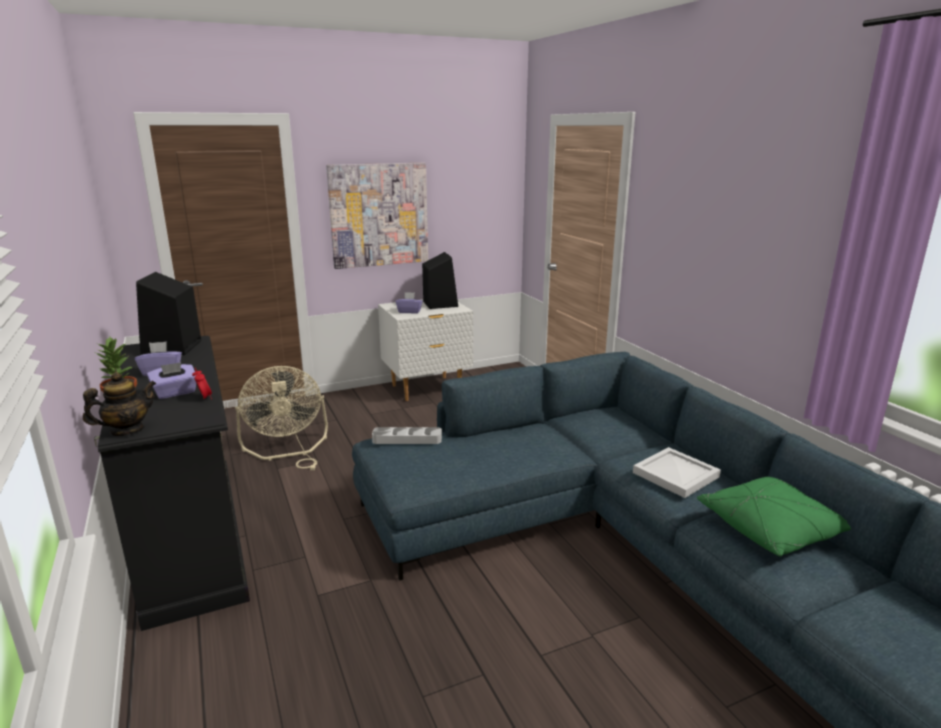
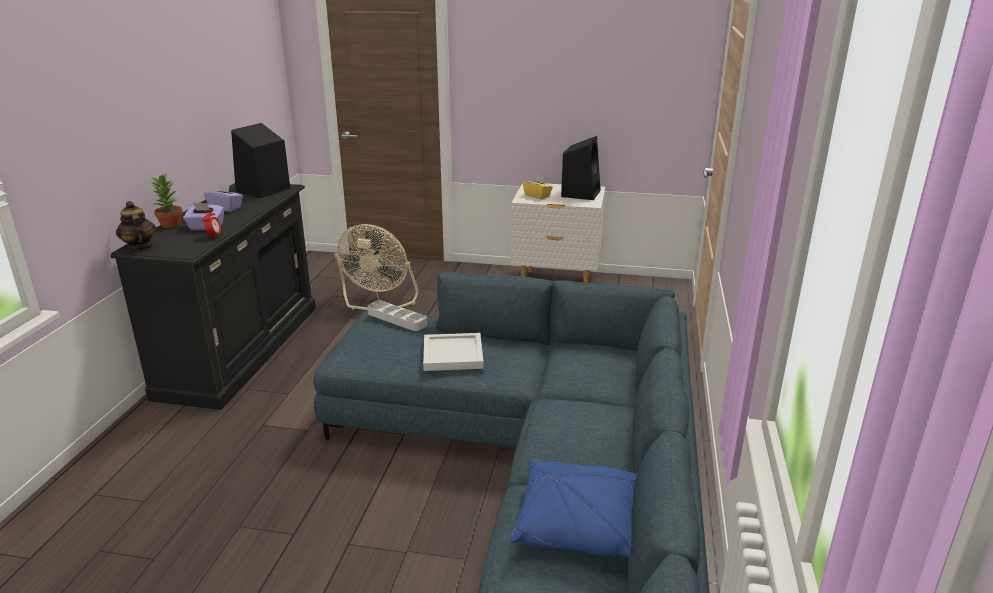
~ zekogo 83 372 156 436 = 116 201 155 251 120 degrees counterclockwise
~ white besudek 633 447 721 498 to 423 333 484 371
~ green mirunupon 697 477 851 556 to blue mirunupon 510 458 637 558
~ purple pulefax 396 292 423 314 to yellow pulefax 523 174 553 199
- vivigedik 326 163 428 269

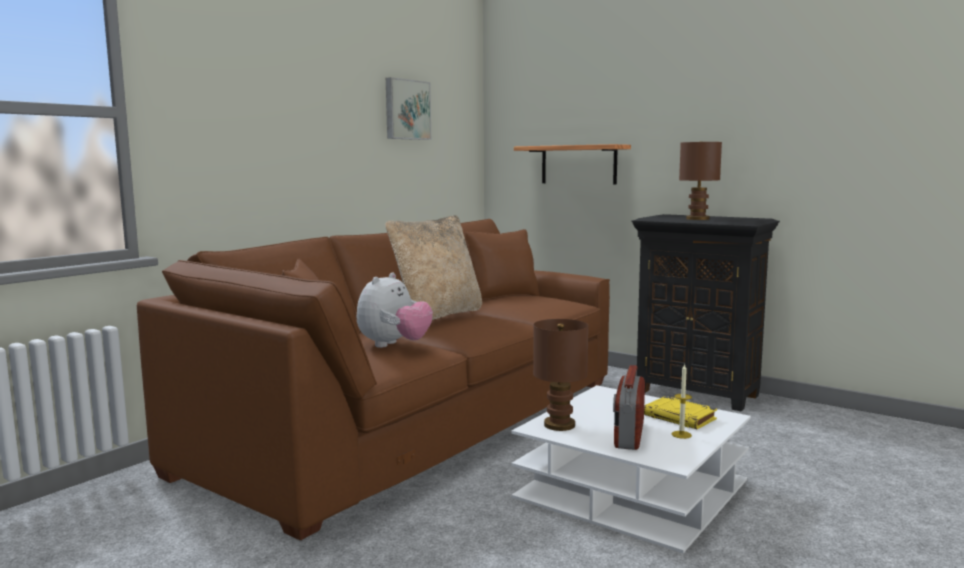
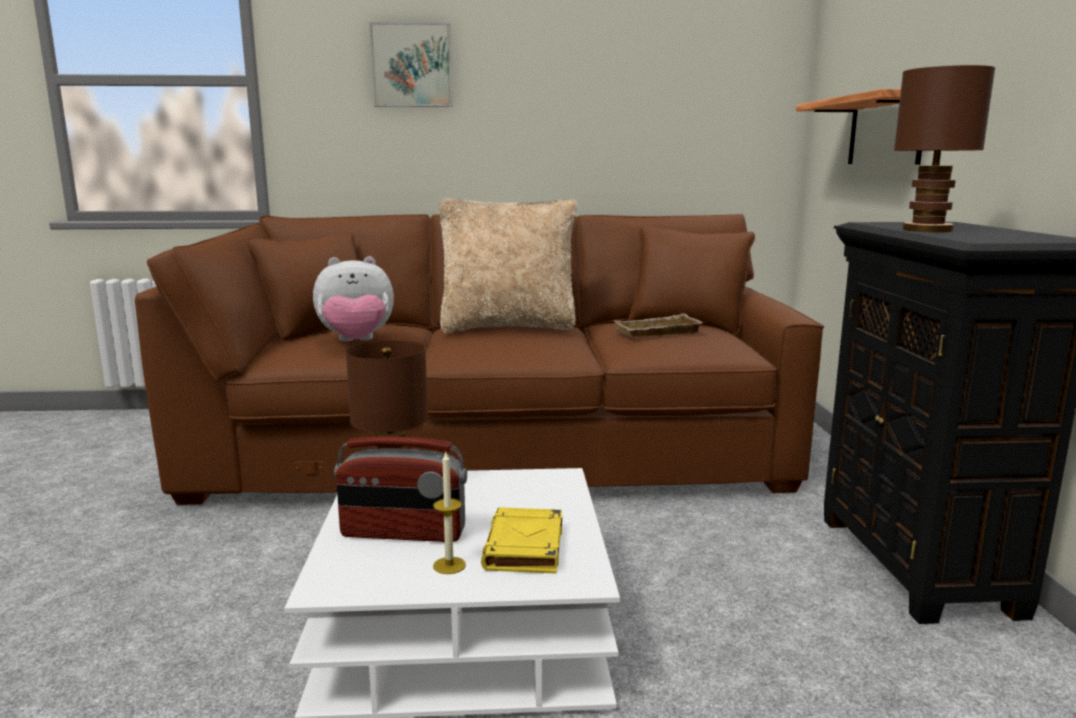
~ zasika 613 365 645 450 = 334 436 467 542 150 degrees counterclockwise
~ vivigedik 386 77 431 140 to 369 22 453 107
+ beige besudek 612 314 704 337

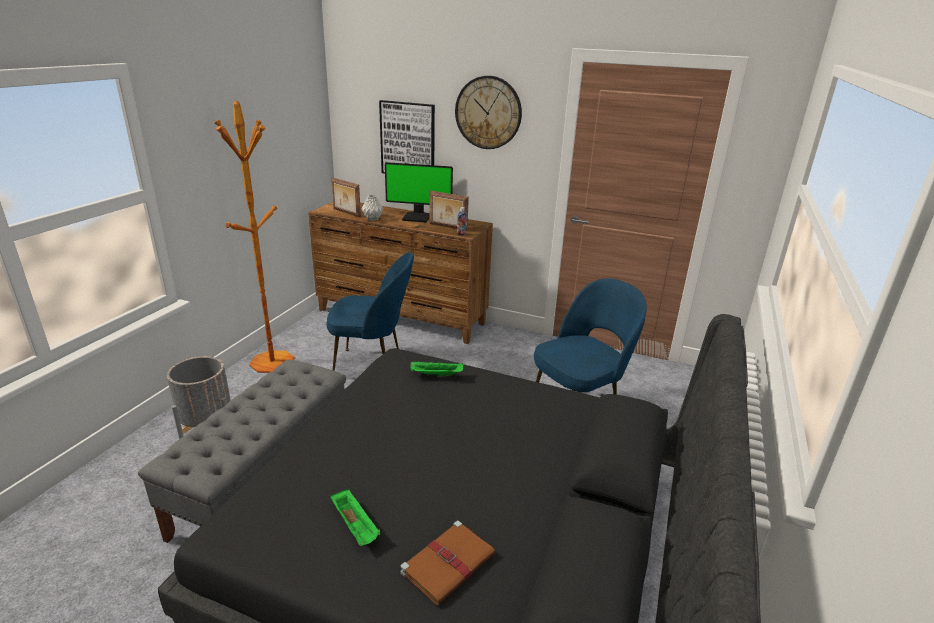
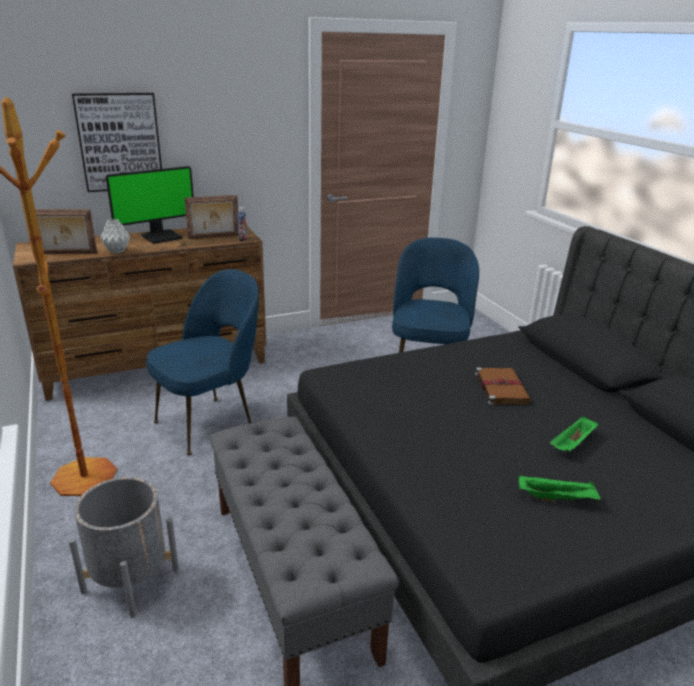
~ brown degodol 401 521 496 606 to 475 367 531 405
~ green besudek 410 361 463 377 to 550 416 598 452
- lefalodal 455 76 522 149

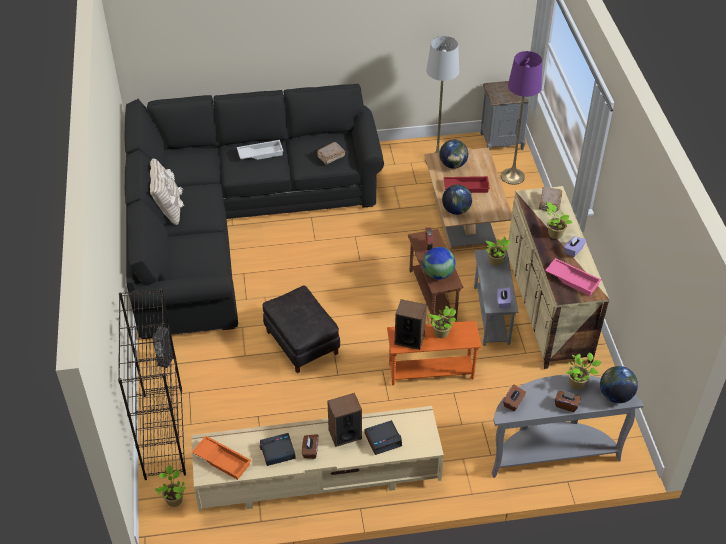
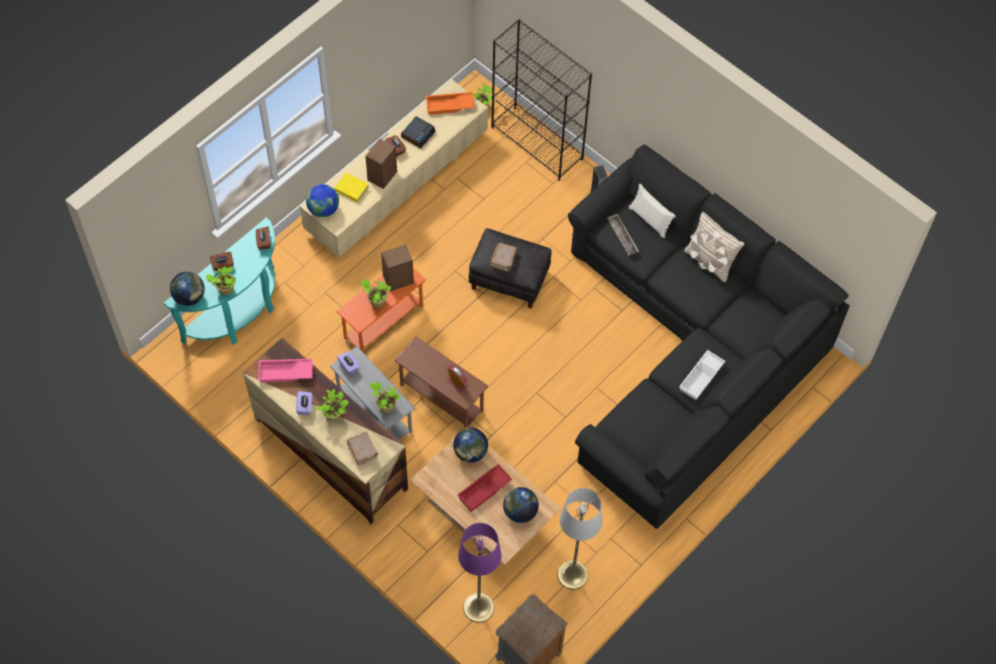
~ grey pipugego 492 374 644 478 to turquoise pipugego 164 217 275 345
~ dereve 423 247 455 280 to 306 184 339 217
~ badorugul 365 420 402 455 to yellow degodol 334 173 369 202
~ brown degodol 317 142 345 165 to 491 243 517 271
+ besudek 607 214 639 255
+ white mirunupon 629 184 676 238

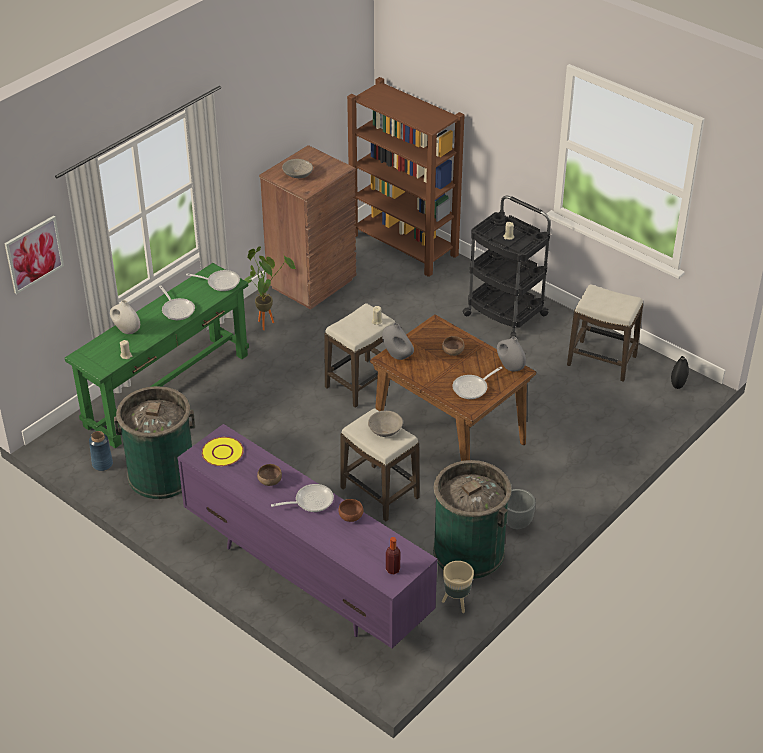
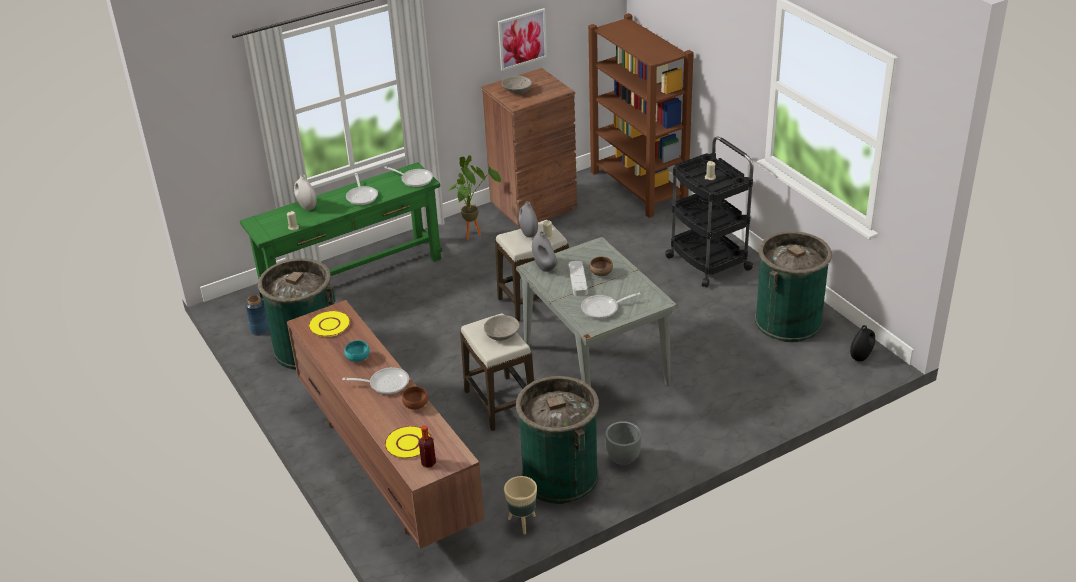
~ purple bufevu 177 424 438 648 to brown bufevu 287 300 484 549
~ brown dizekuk 257 464 282 486 to turquoise dizekuk 344 340 370 362
+ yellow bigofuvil 384 426 432 459
~ vivigedik 4 216 64 294 to 498 8 547 71
~ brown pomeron 370 314 536 461 to grey pomeron 516 237 677 386
~ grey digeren 497 336 526 372 to 518 201 538 238
+ grey besudek 569 261 587 296
~ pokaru 567 284 643 382 to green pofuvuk 755 231 832 342

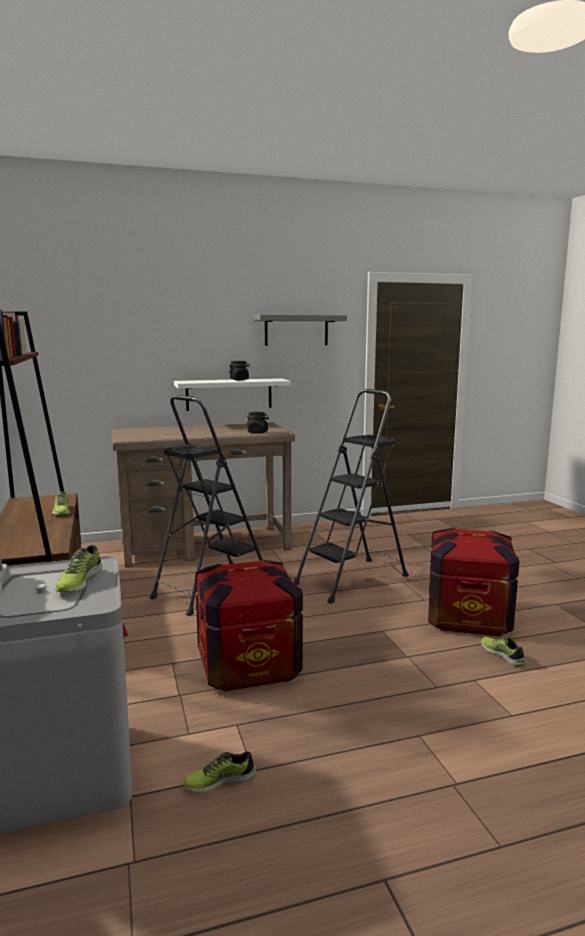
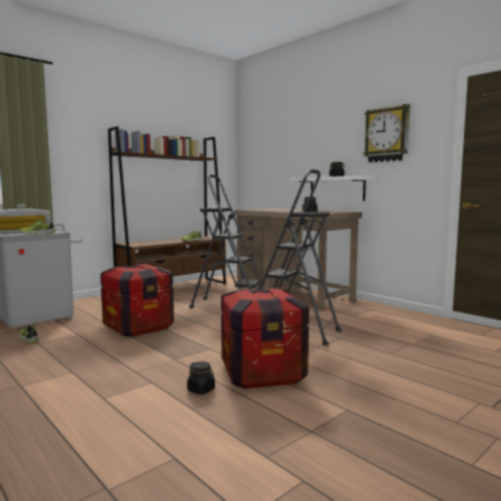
~ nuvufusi 481 637 526 667 to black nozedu 187 361 215 395
~ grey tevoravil 254 315 347 346 to lefalodal 363 104 410 163

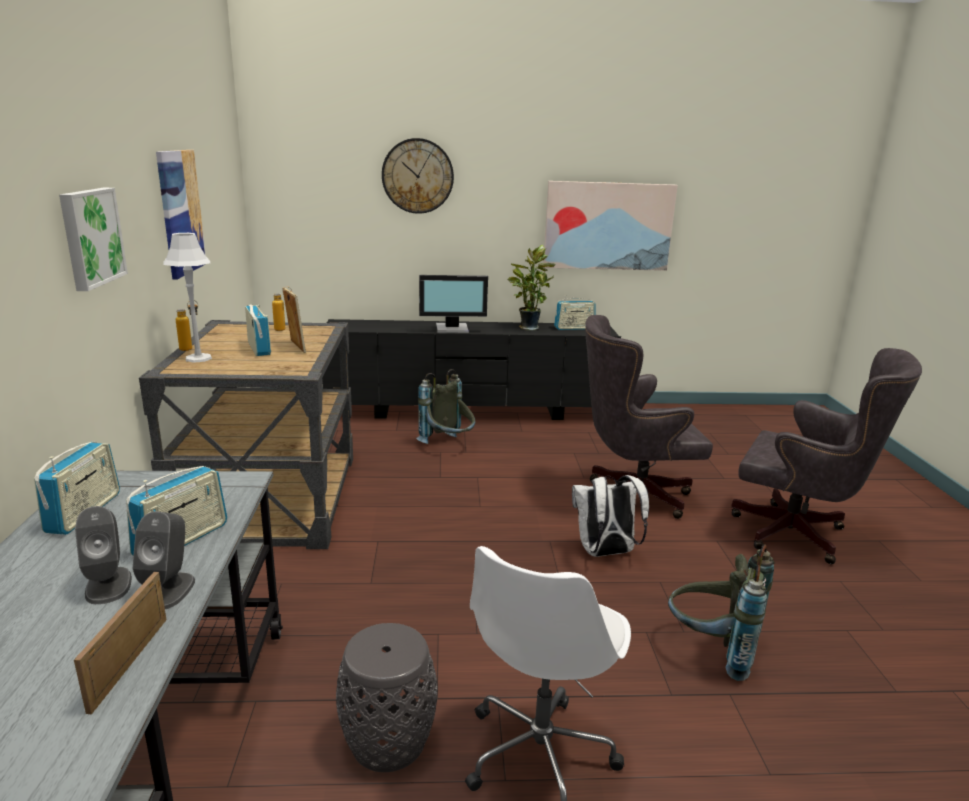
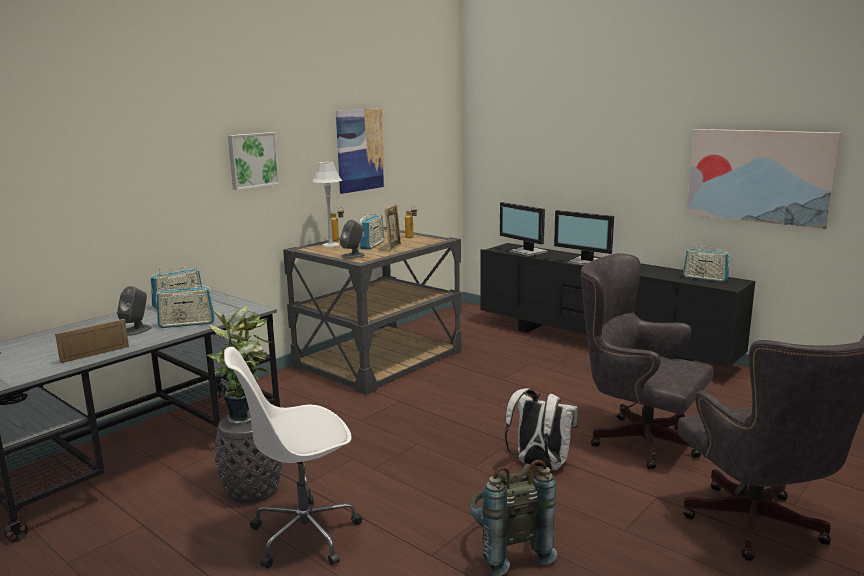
~ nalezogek 508 245 556 331 to 207 306 273 424
~ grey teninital 133 511 195 609 to 340 220 365 259
+ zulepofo 500 202 547 256
- lefalodal 382 138 454 214
- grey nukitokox 416 369 475 444

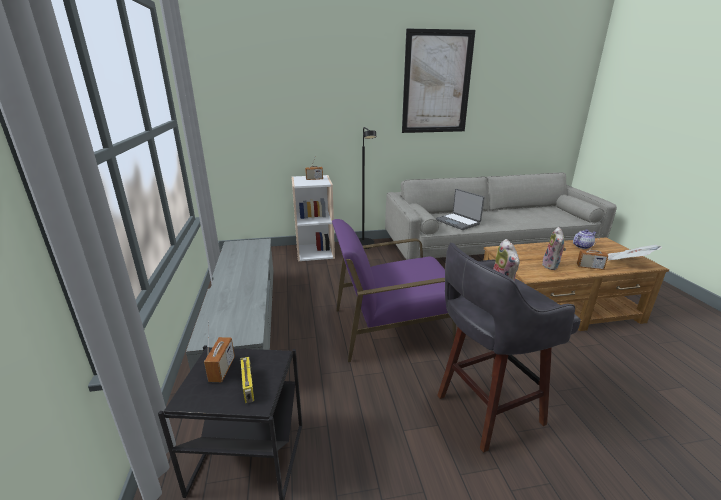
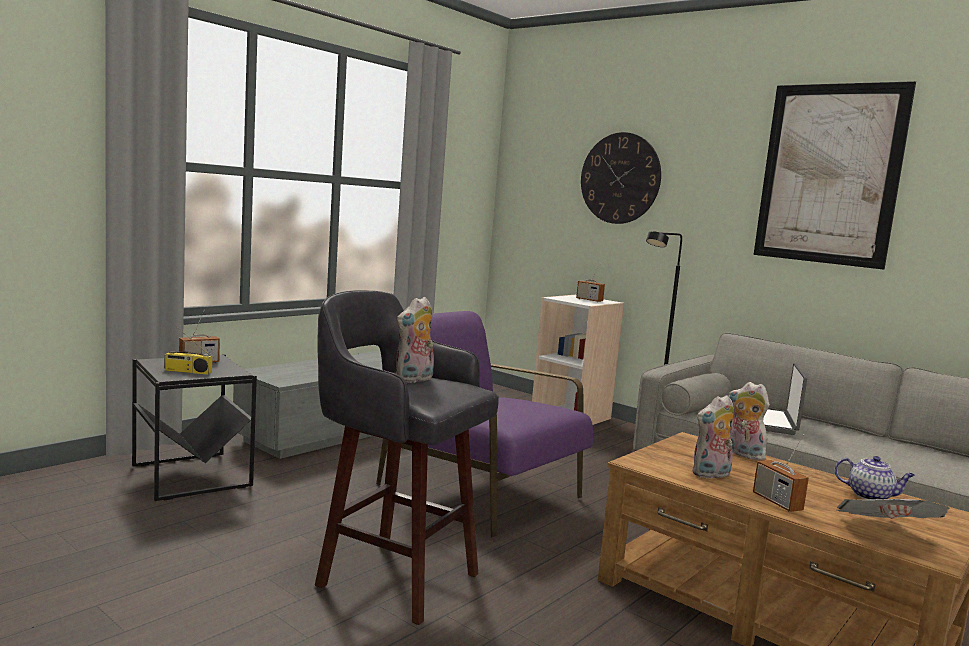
~ zasika 240 357 254 403 = 164 328 212 375 60 degrees clockwise
+ lefalodal 581 132 661 224
+ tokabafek 729 382 770 460

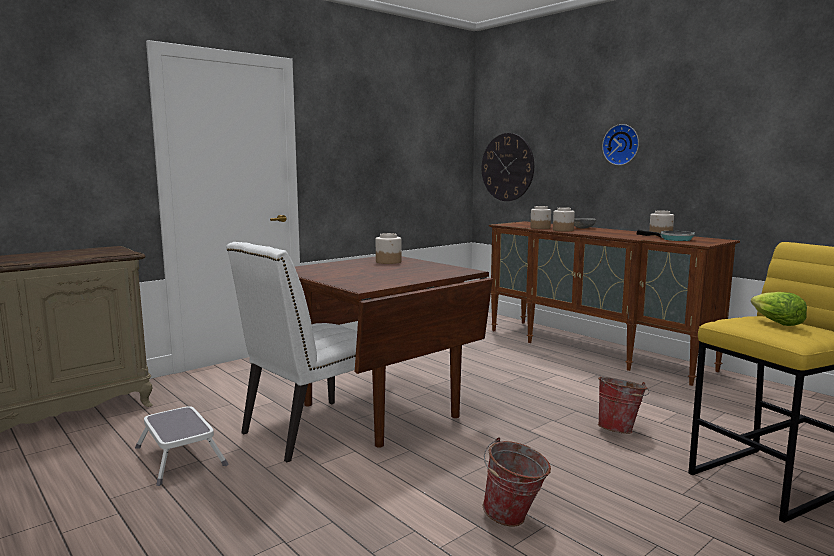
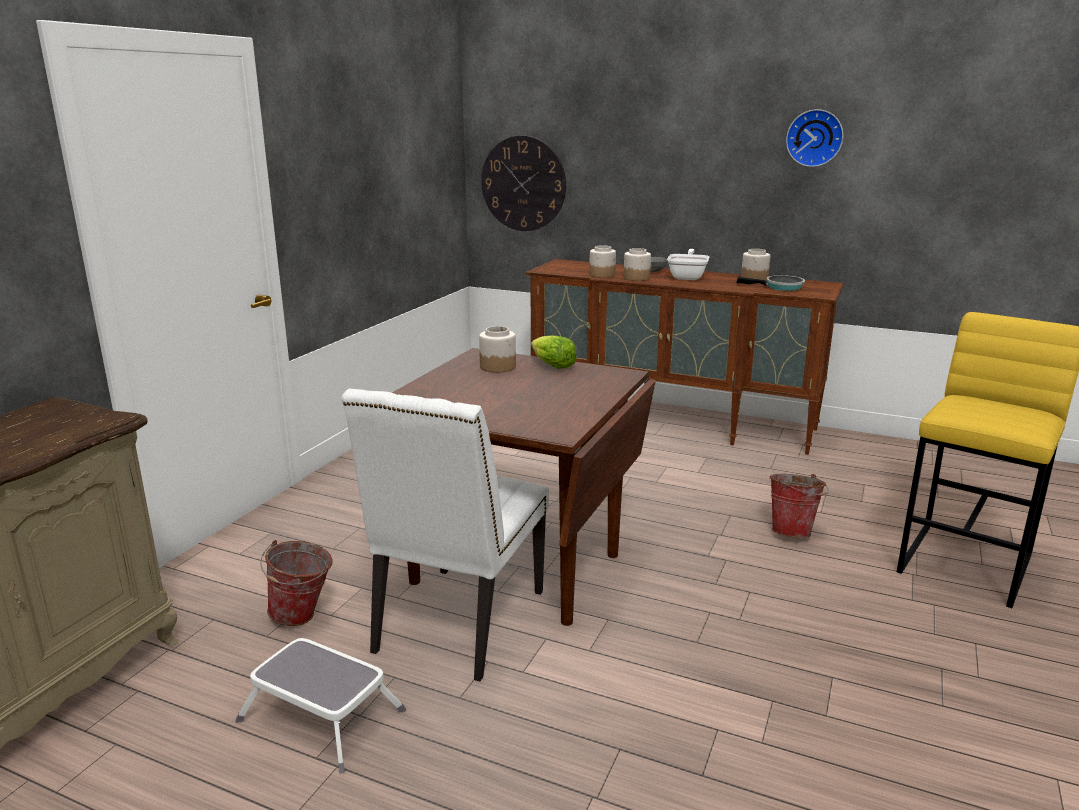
~ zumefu 482 437 551 526 to 260 540 333 626
~ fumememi 751 292 807 326 to 531 335 577 369
+ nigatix 667 249 709 280
~ lefalodal 602 124 639 165 to 786 109 843 167

